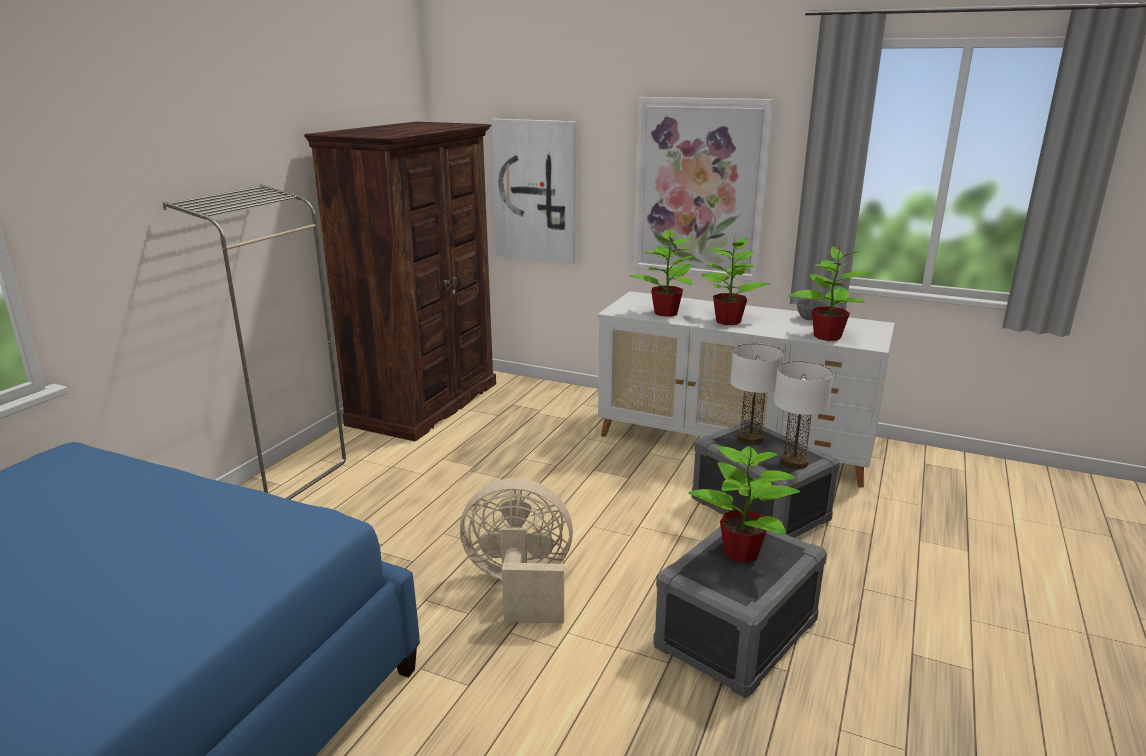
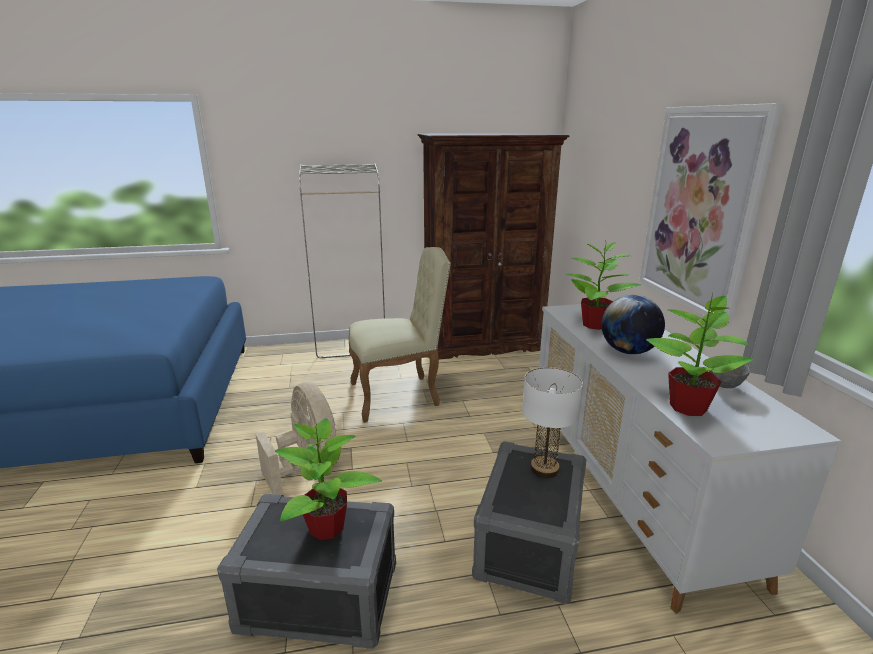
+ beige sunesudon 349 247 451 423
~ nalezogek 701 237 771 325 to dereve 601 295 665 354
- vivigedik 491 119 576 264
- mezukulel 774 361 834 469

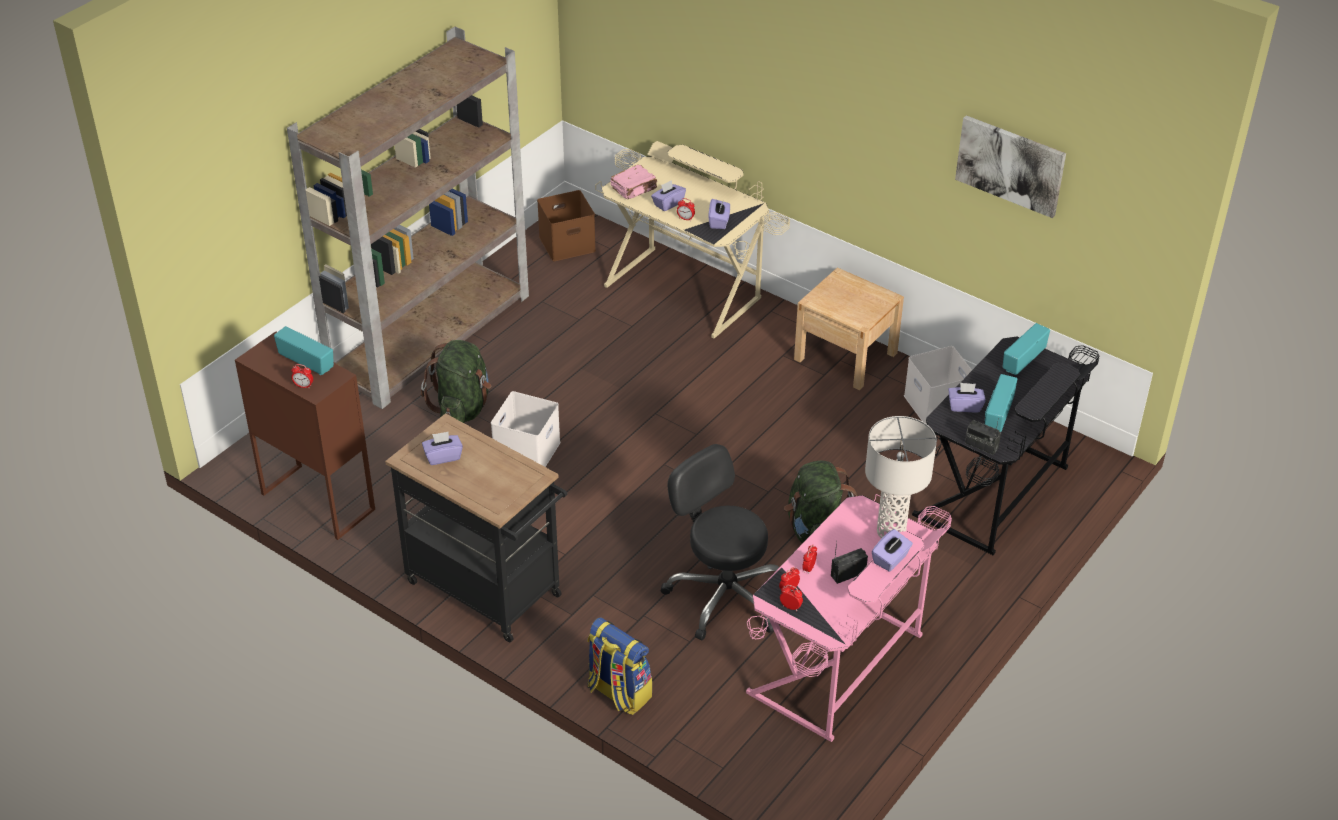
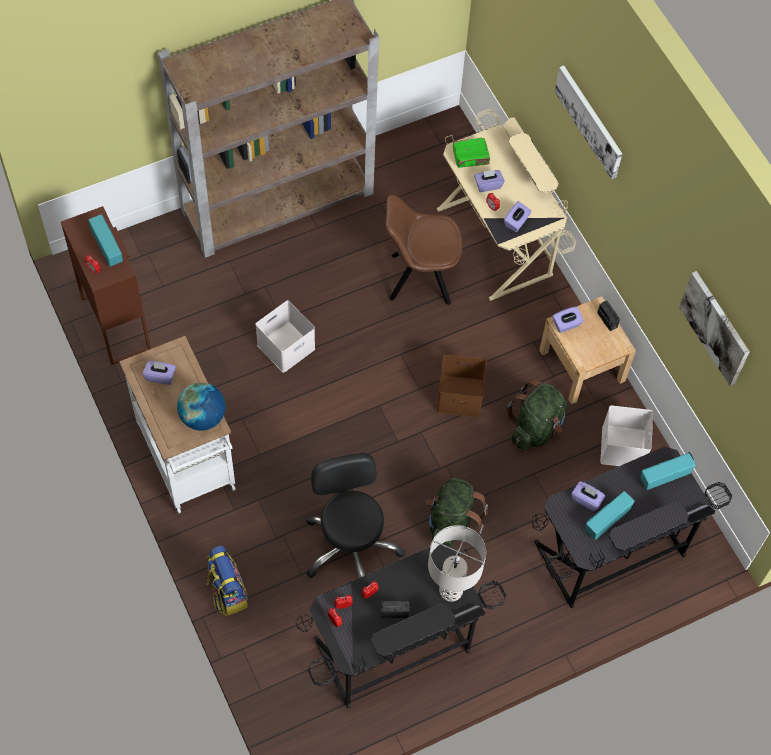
~ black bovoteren 385 413 567 642 to white bovoteren 119 336 236 513
+ dereve 177 382 226 431
~ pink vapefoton 746 494 952 742 to black vapefoton 296 544 506 708
+ brown sunesudon 386 194 462 305
~ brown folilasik 537 190 596 261 to 437 355 487 417
~ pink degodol 611 165 657 199 to green degodol 452 138 490 167
~ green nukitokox 421 340 491 423 to 506 379 568 451
~ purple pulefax 872 529 913 572 to 553 306 584 333
+ vivigedik 555 65 622 179
~ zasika 965 418 1001 455 to 597 301 620 331

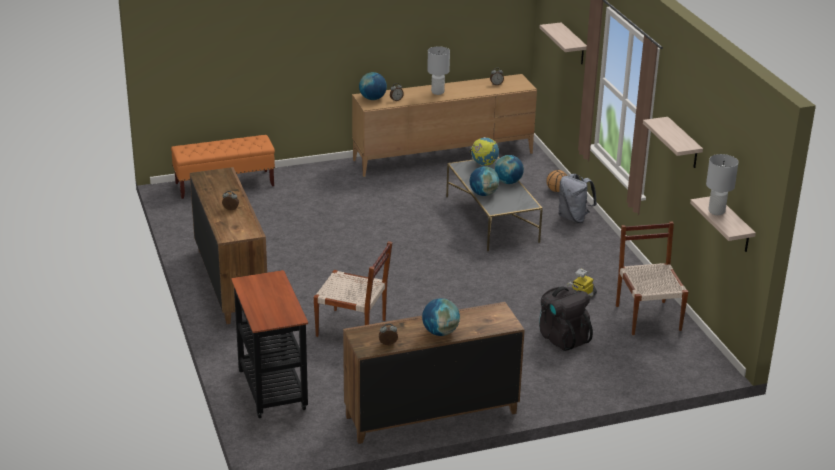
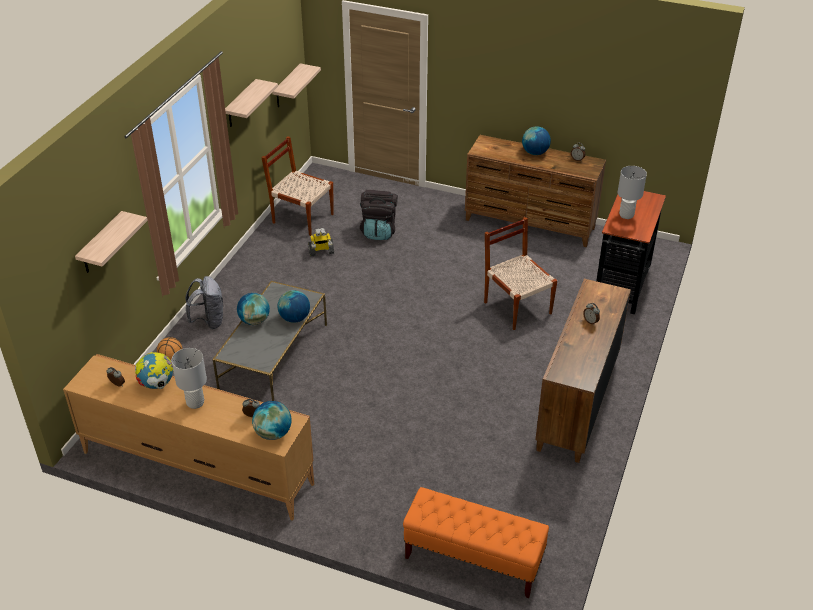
~ dereve 470 137 499 166 to 135 352 173 389
~ sunesudon 616 222 688 335 = 261 136 334 236 90 degrees clockwise
~ grey mezukulel 706 154 739 215 to 618 166 647 219

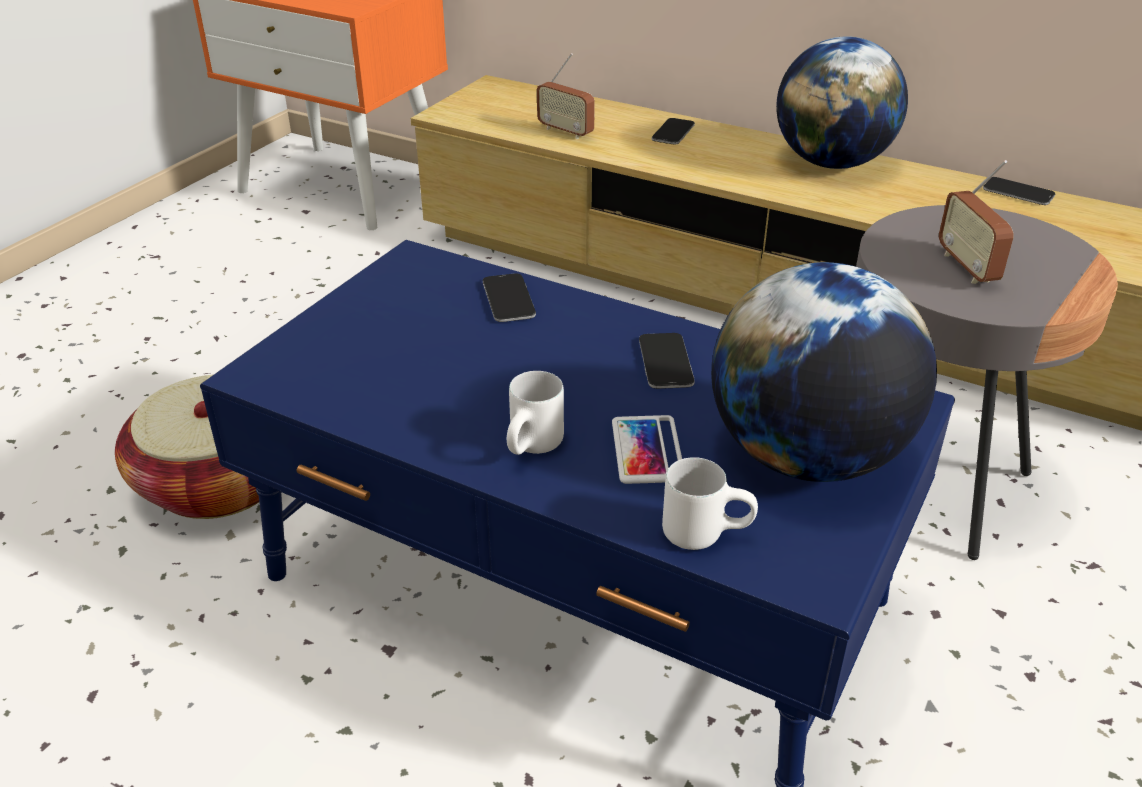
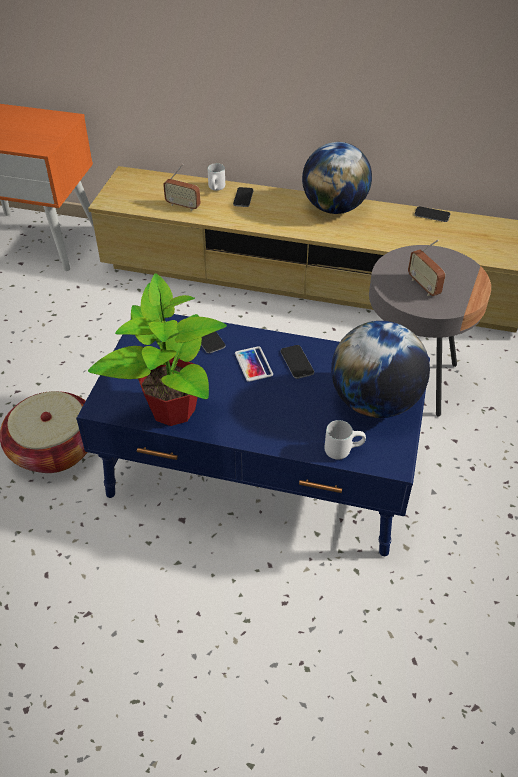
+ nalezogek 88 273 227 426
~ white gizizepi 507 371 564 455 to 208 163 225 191
~ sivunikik 612 415 682 484 to 235 346 273 382

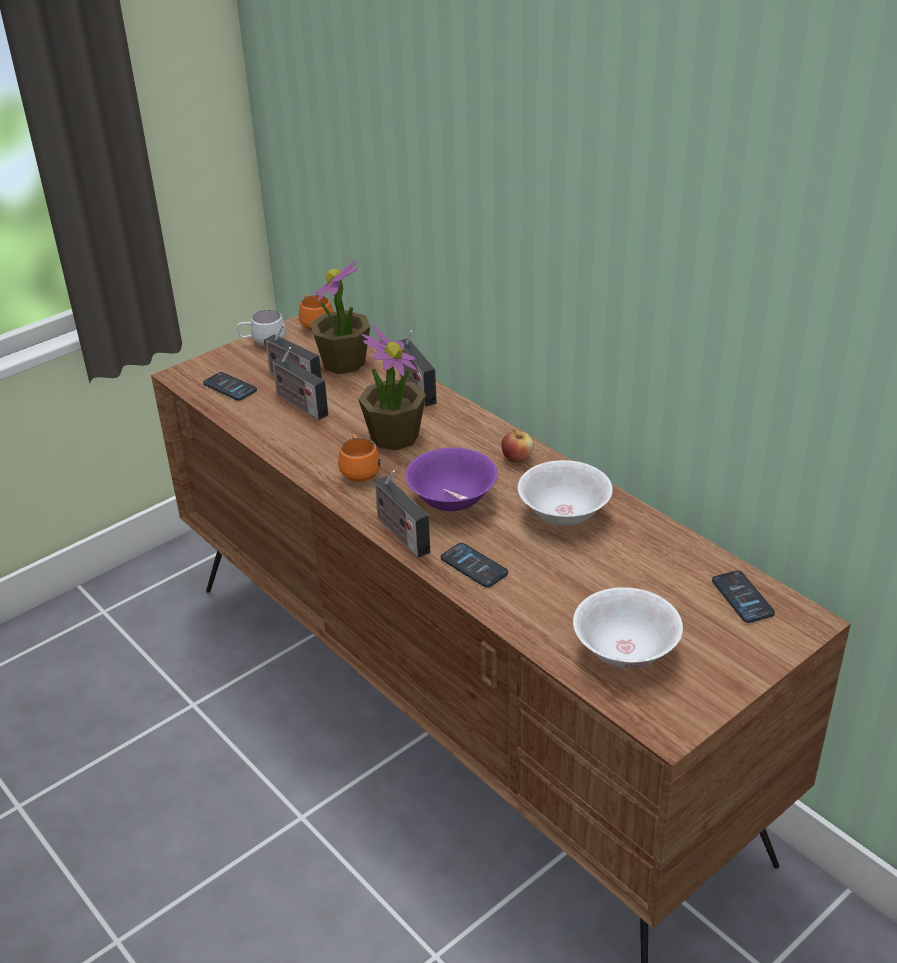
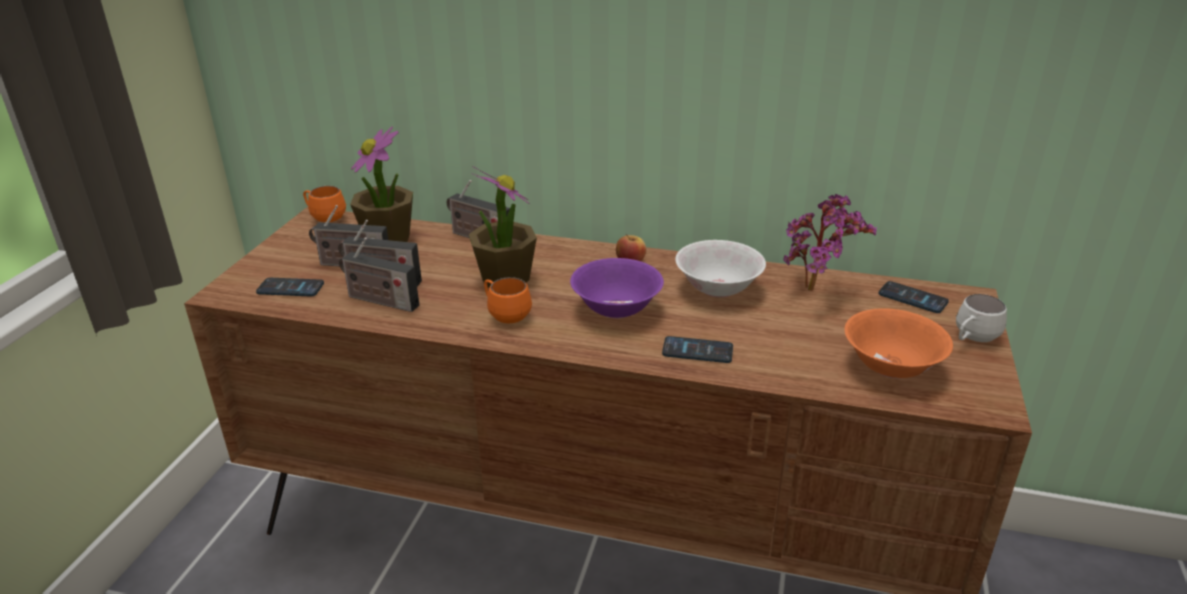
~ zasika 374 470 430 558 to 339 237 419 312
+ nalezogek 783 194 877 291
~ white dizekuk 573 587 683 669 to orange dizekuk 844 308 953 378
~ white gizizepi 236 310 286 346 to 956 294 1007 342

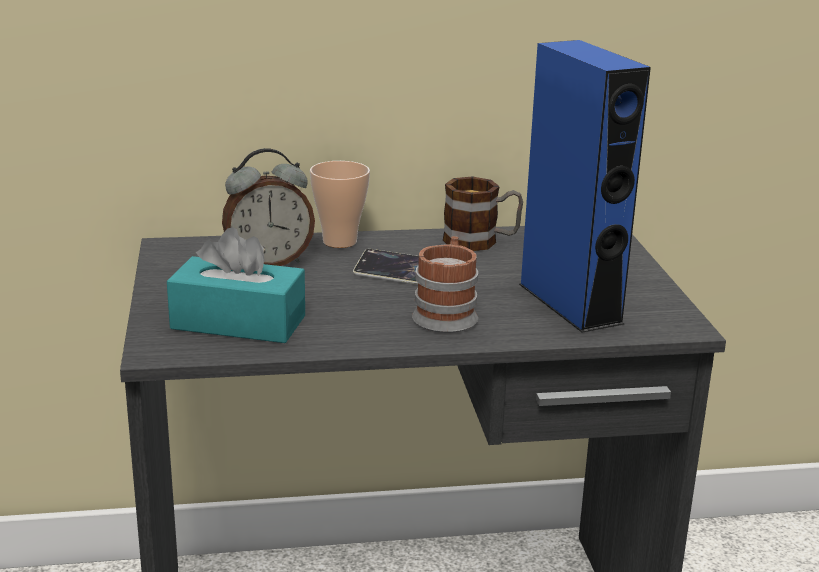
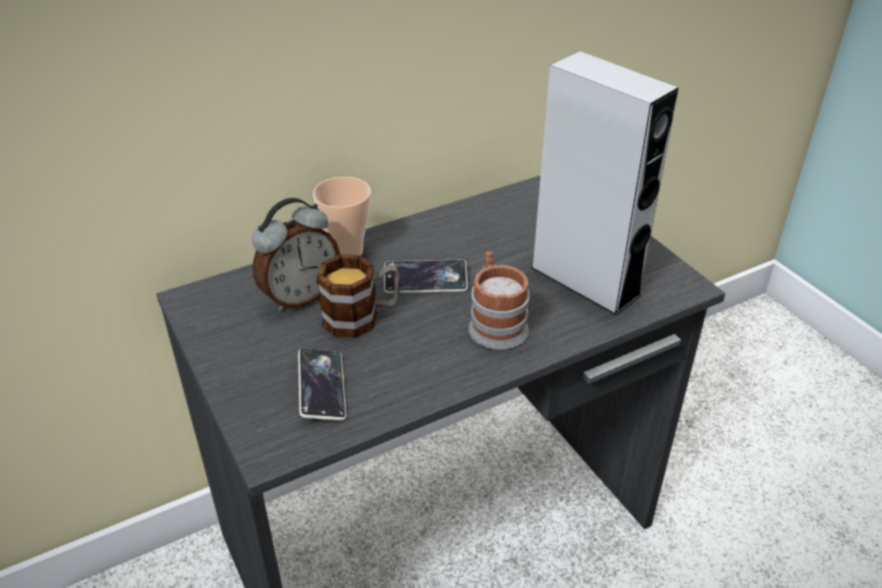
~ turquoise pulefax 167 227 305 343 to sivunikik 298 349 346 421
~ gizizepi 443 176 523 251 to 317 254 400 338
~ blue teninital 519 40 651 333 to grey teninital 531 51 679 316

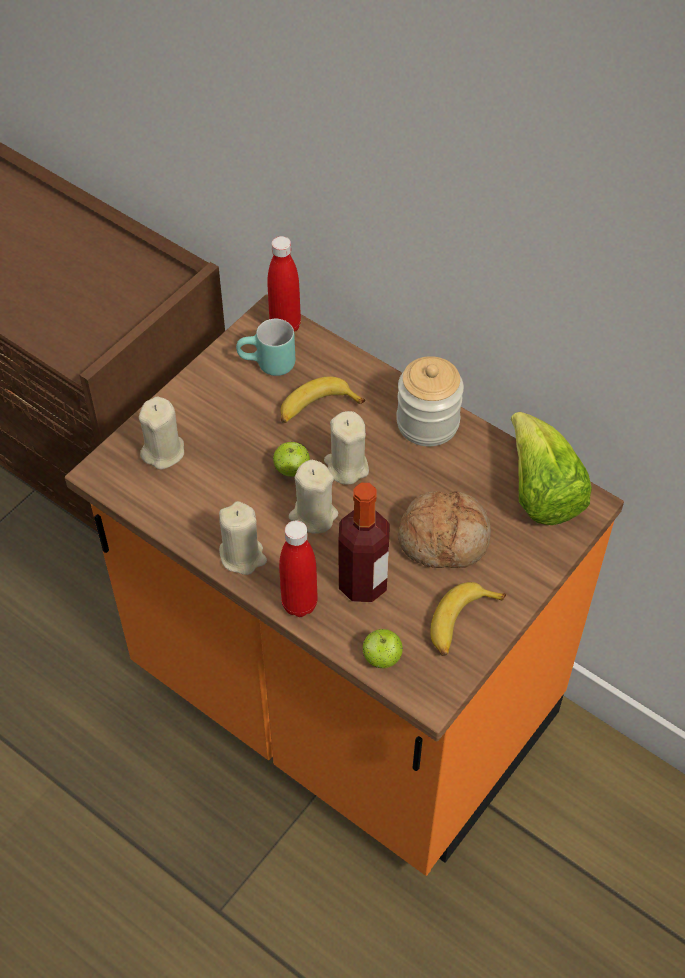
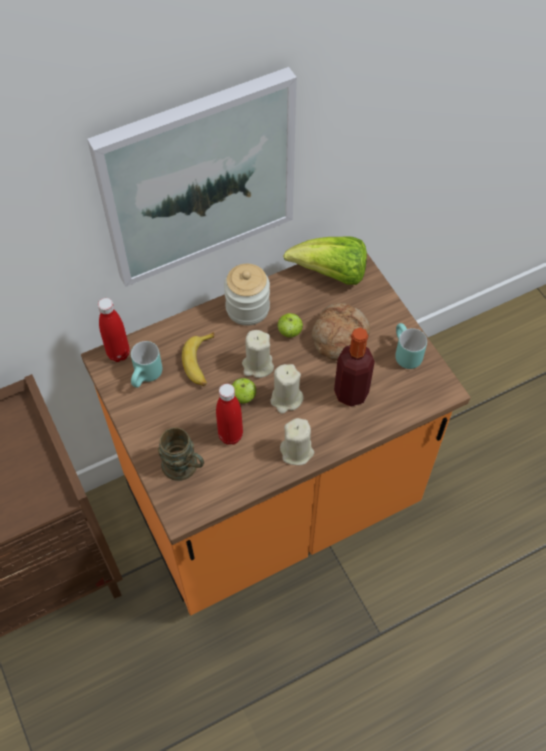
+ vivigedik 87 67 297 287
~ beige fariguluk 139 396 184 470 to brown gizizepi 158 427 204 481
~ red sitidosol 279 521 318 617 to 216 384 243 445
~ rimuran 363 629 403 668 to 278 313 303 338
~ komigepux 430 582 506 656 to turquoise gizizepi 395 323 427 369

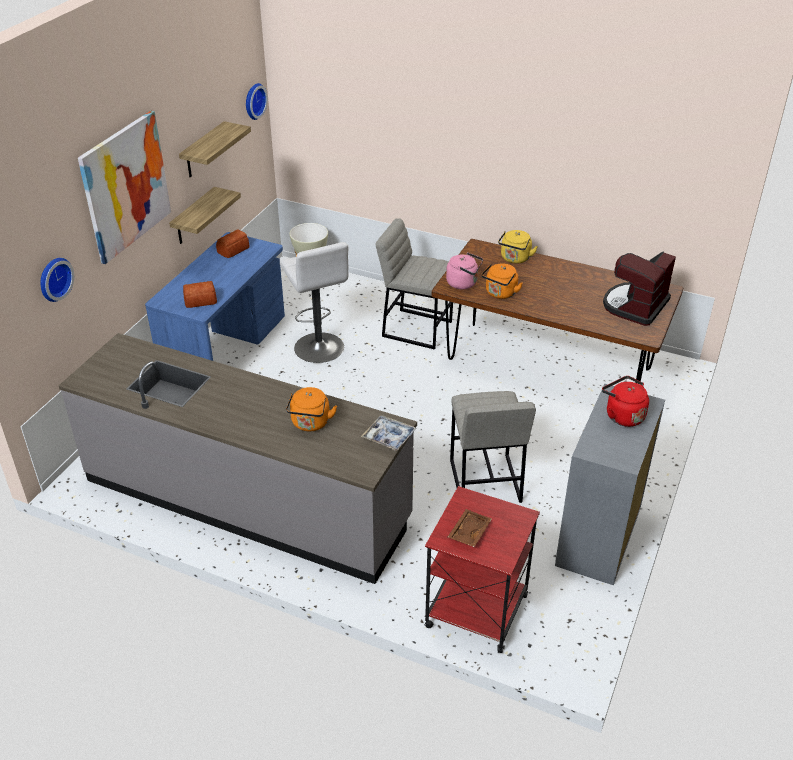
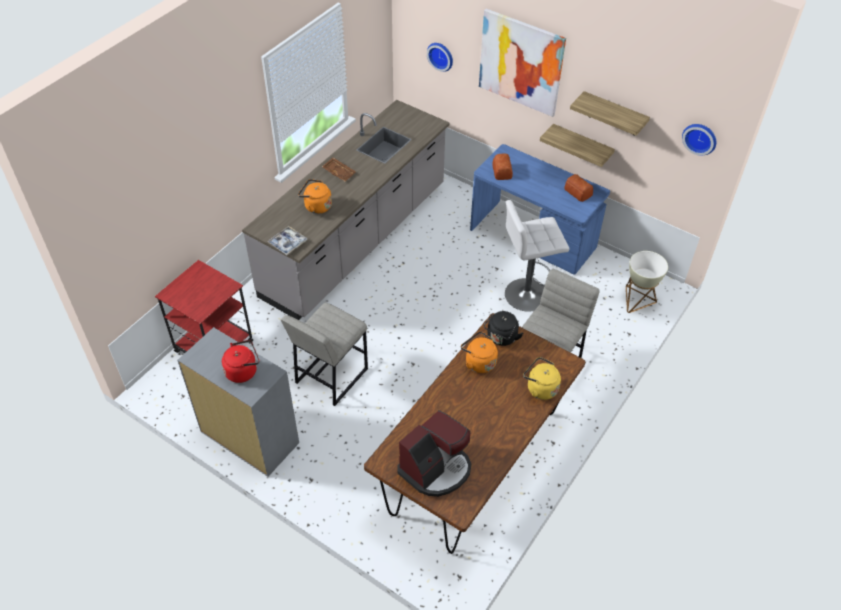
~ grey sunesudon 450 391 536 503 = 281 303 368 406 60 degrees counterclockwise
~ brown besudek 448 509 492 547 to 322 157 356 181
~ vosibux 603 252 676 326 = 397 410 471 497 90 degrees clockwise
~ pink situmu 446 252 483 289 to black situmu 484 311 523 346

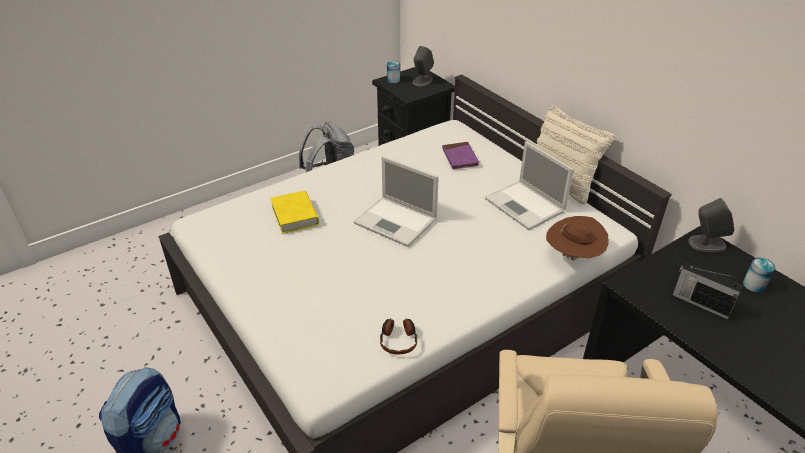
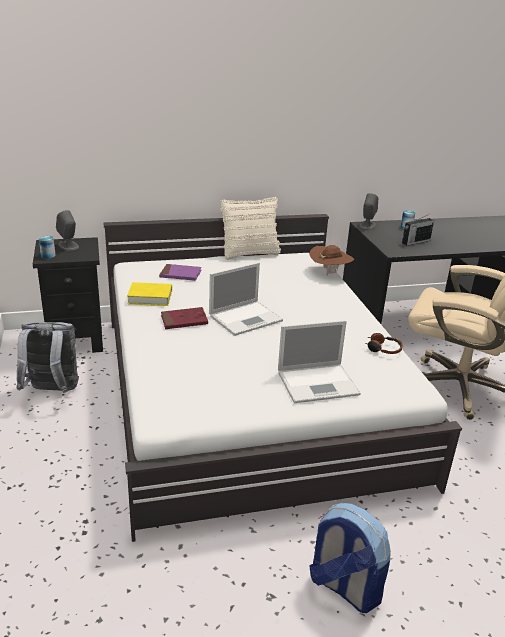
~ yellow degodol 270 191 319 234 to 127 282 172 306
+ red degodol 161 307 208 329
~ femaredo 485 141 574 230 to 278 320 361 403

